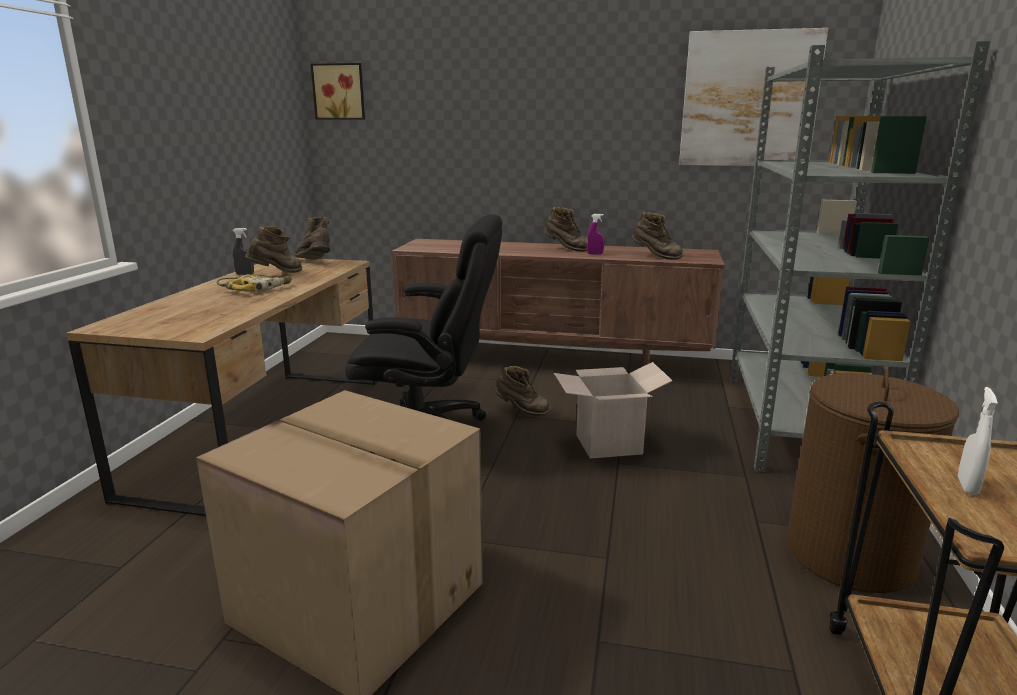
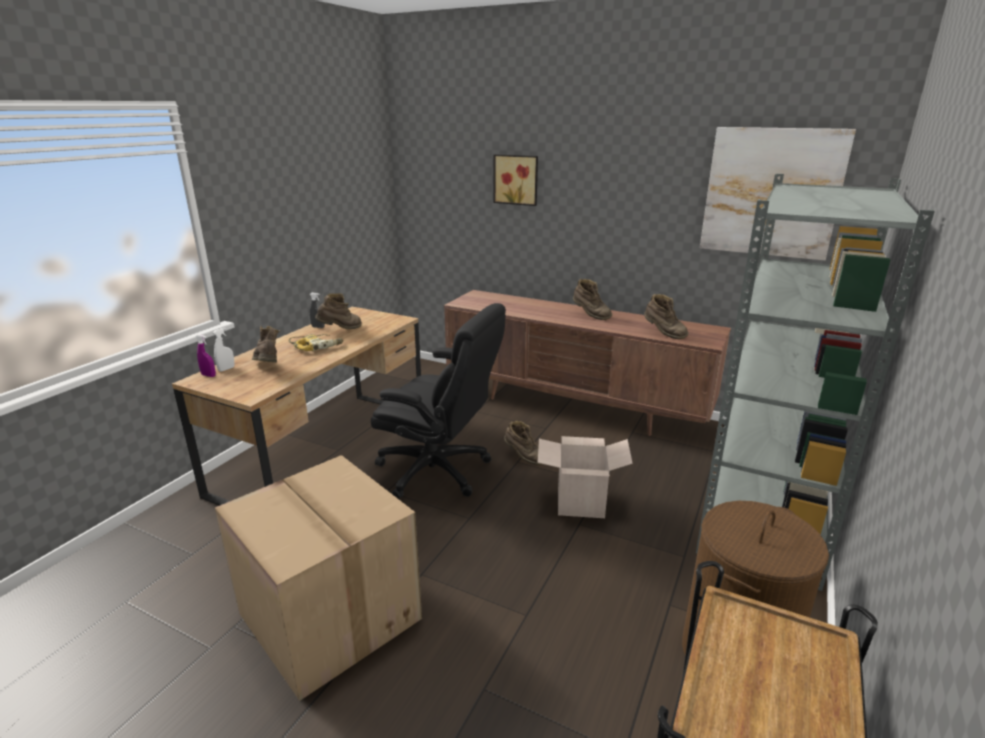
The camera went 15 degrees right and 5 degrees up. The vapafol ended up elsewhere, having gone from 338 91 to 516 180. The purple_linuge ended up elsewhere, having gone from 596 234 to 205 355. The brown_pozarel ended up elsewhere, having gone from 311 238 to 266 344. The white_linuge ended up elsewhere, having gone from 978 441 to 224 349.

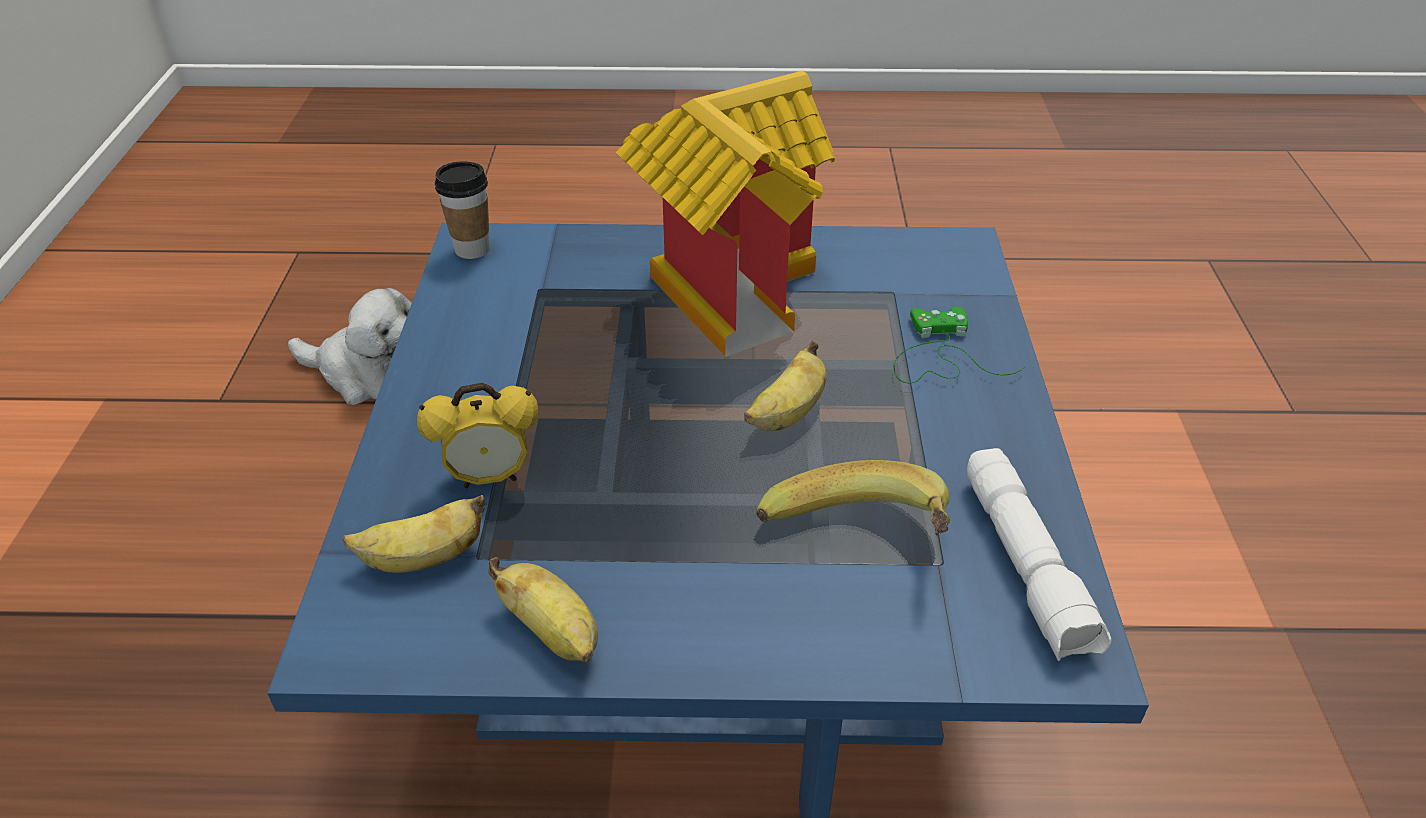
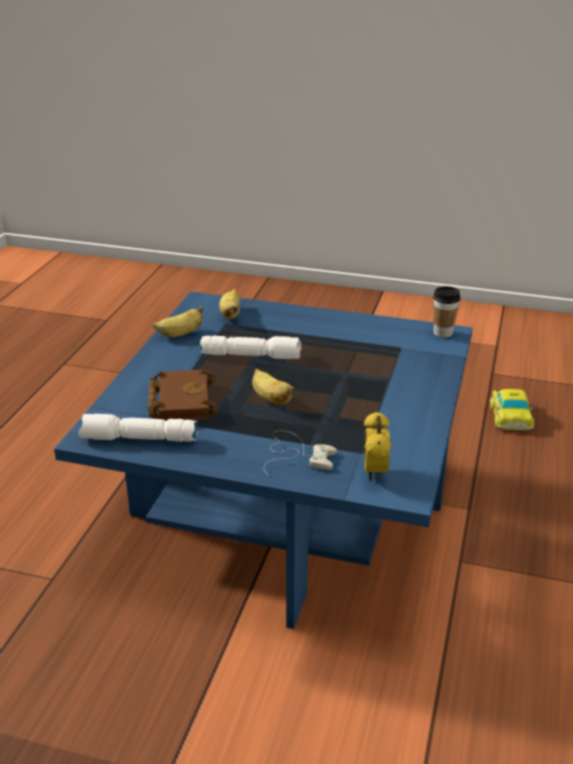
The camera went 105 degrees right and 10 degrees down. The second view lost the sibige at 725 214. Where the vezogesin stood at 350 346, the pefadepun came to stand at 512 409. What was the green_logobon at 959 344 turned into the white_logobon at 300 452. The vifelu ended up elsewhere, having gone from 477 435 to 377 446. Where the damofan stood at 853 498, the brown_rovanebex came to stand at 183 395. The second view gained the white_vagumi at 250 347.

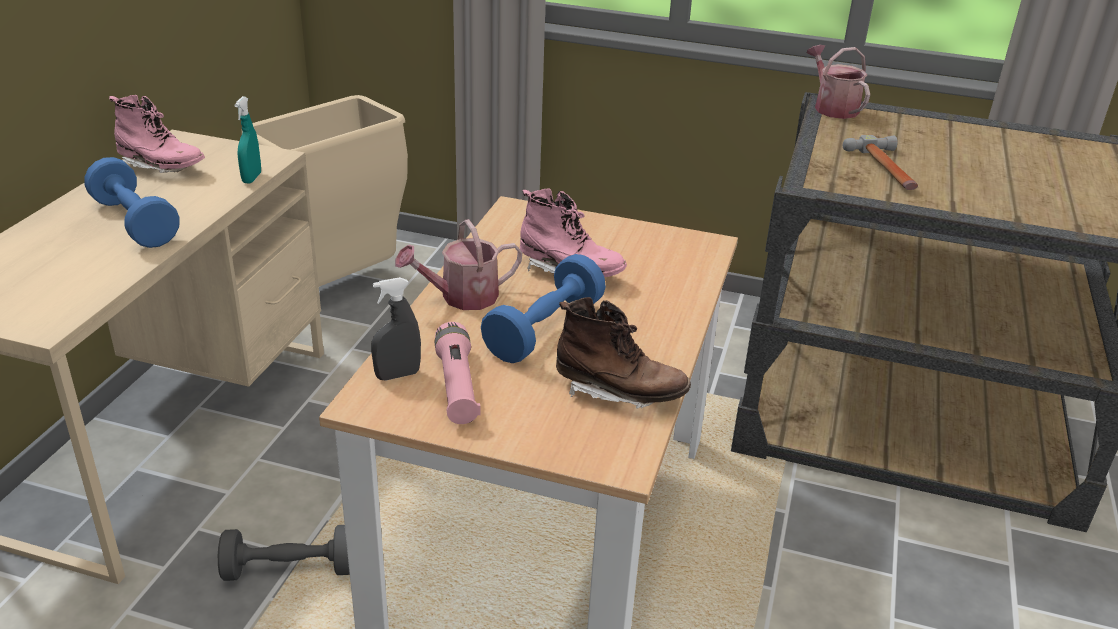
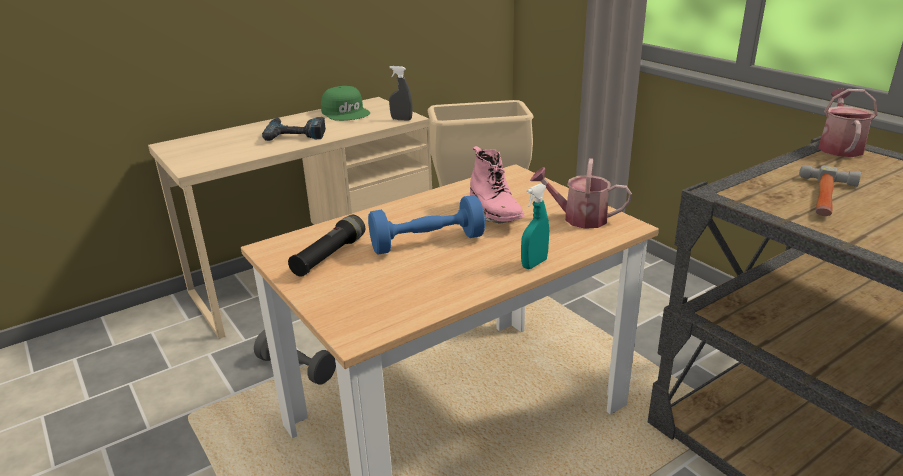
The camera went 40 degrees right and 5 degrees down. Where the pink_pozarel stood at 157 134, the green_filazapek came to stand at 345 103. The turquoise_linuge ended up elsewhere, having gone from 248 140 to 535 226. Where the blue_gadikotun stood at 132 202, the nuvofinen came to stand at 294 129. The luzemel ended up elsewhere, having gone from 458 264 to 581 193. The grey_linuge ended up elsewhere, having gone from 396 329 to 401 93. The second view lost the brown_pozarel at 623 353. What was the pink_vagumi at 457 373 turned into the black_vagumi at 326 246.

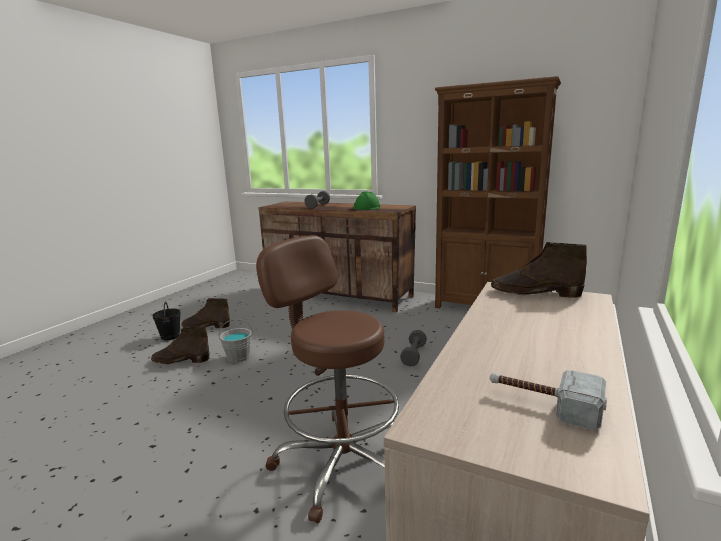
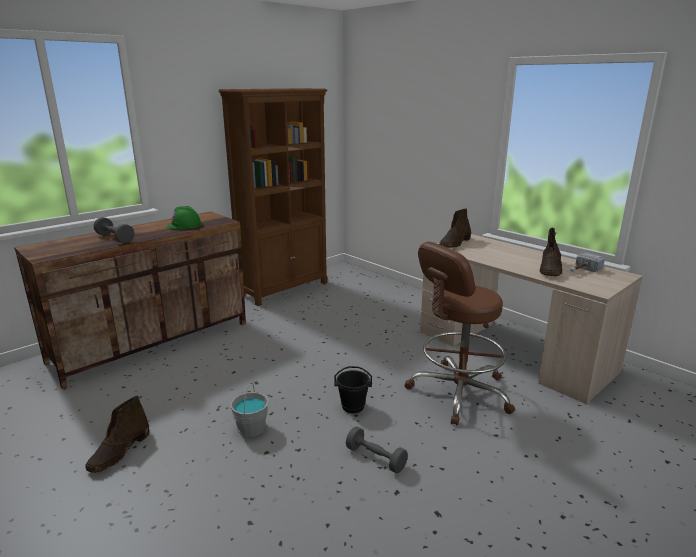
The camera went 70 degrees left and 5 degrees up. The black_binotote ended up elsewhere, having gone from 166 321 to 353 389. The brown_pozarel ended up elsewhere, having gone from 180 345 to 551 252. The grey_gadikotun ended up elsewhere, having gone from 413 348 to 377 449.

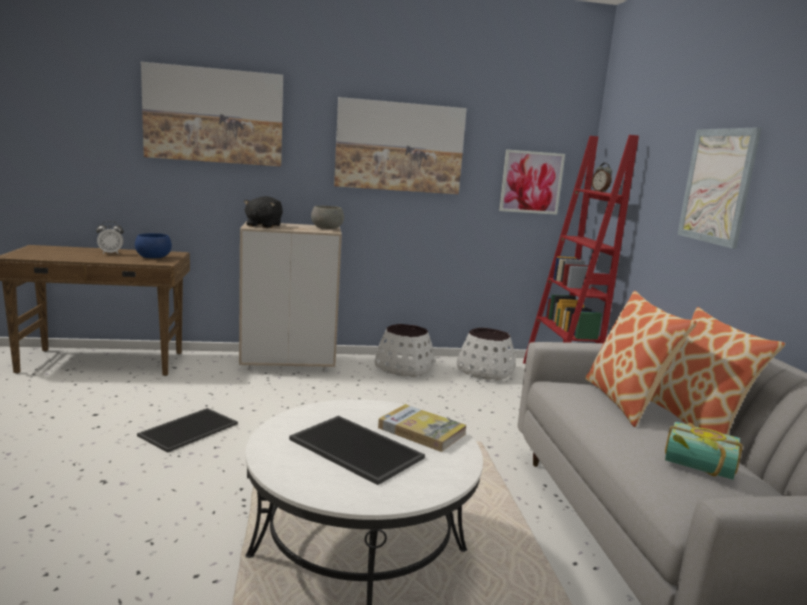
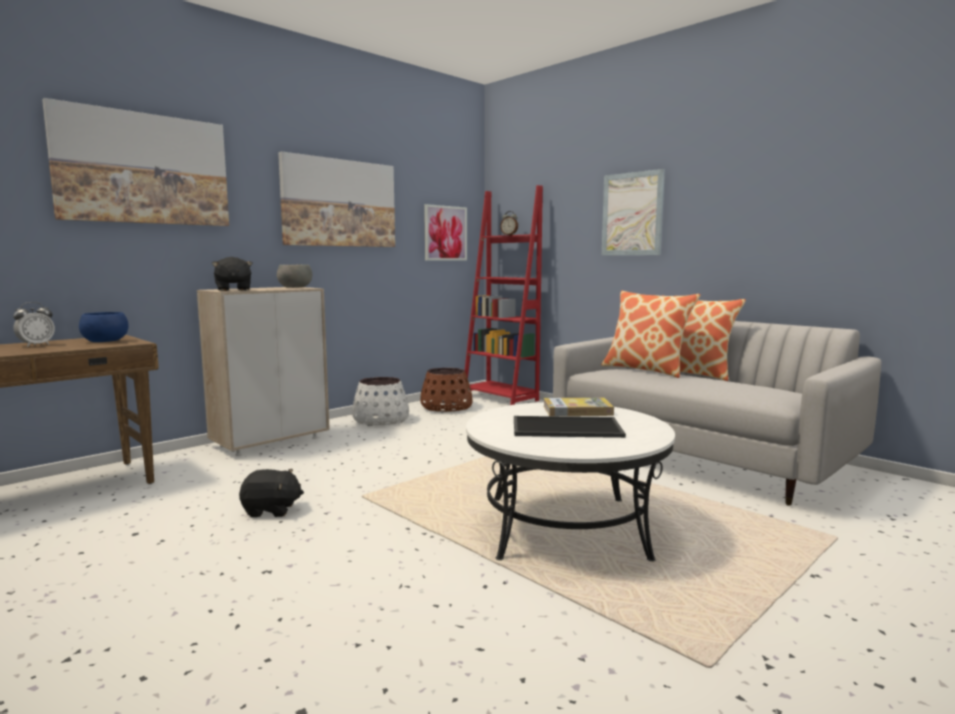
The camera went 35 degrees left and 5 degrees down. What was the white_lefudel at 486 354 turned into the brown_lefudel at 446 390. Where the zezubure stood at 187 430, the black_vezogesin came to stand at 271 493. The second view lost the rovanebex at 704 450.

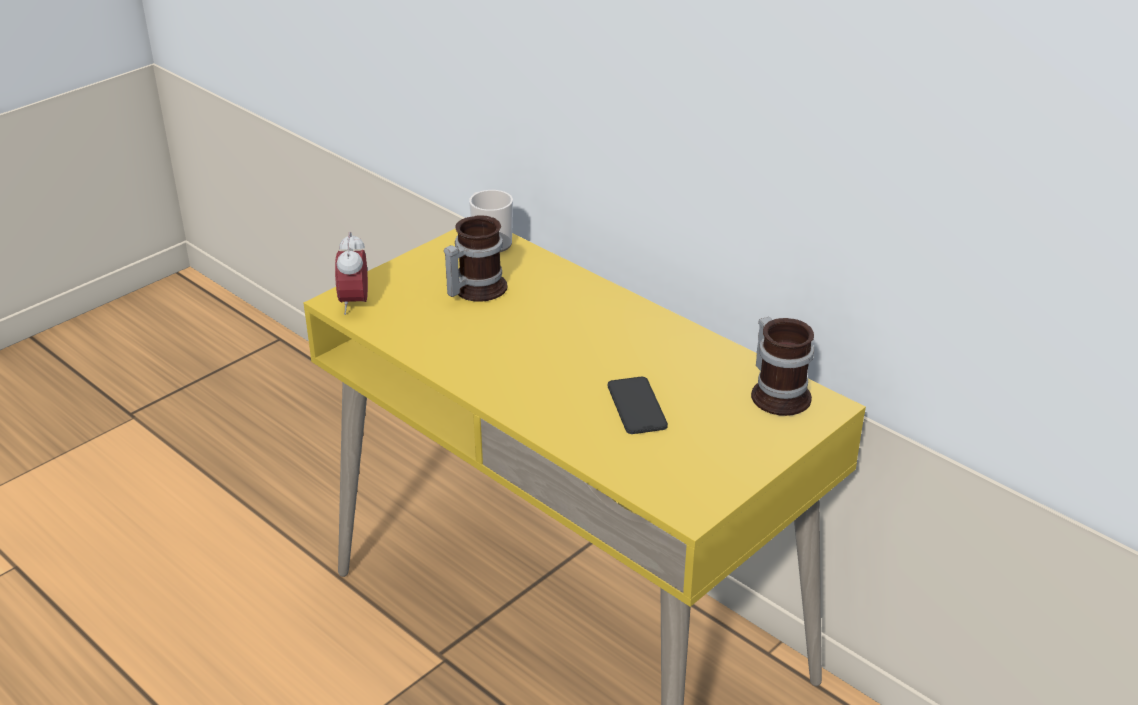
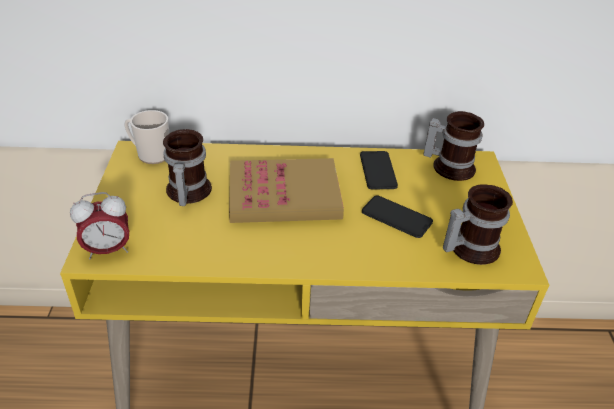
The camera went 45 degrees left and 5 degrees up. The vifelu at 351 273 ended up facing another way, 60 degrees counterclockwise from before. The second view gained the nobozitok at 379 170. The second view gained the rovanebex at 286 190. The second view gained the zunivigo at 478 224.

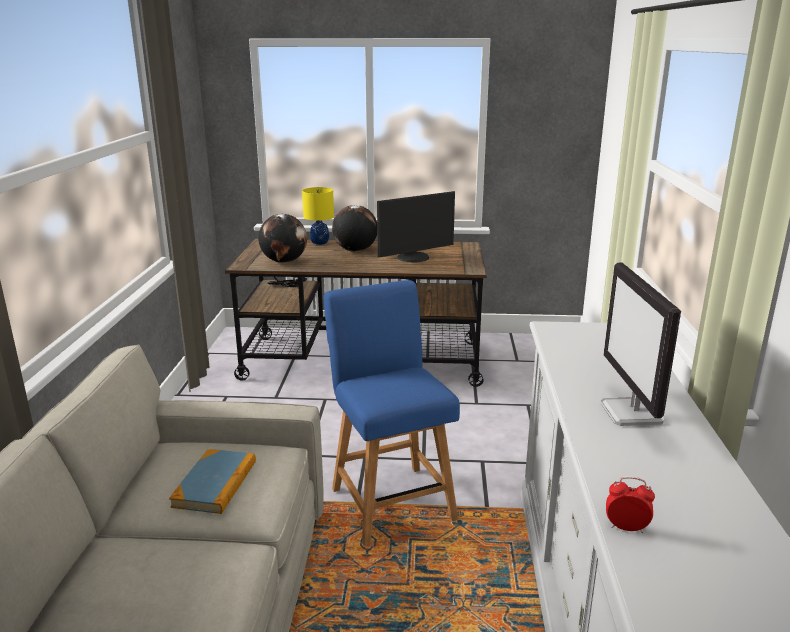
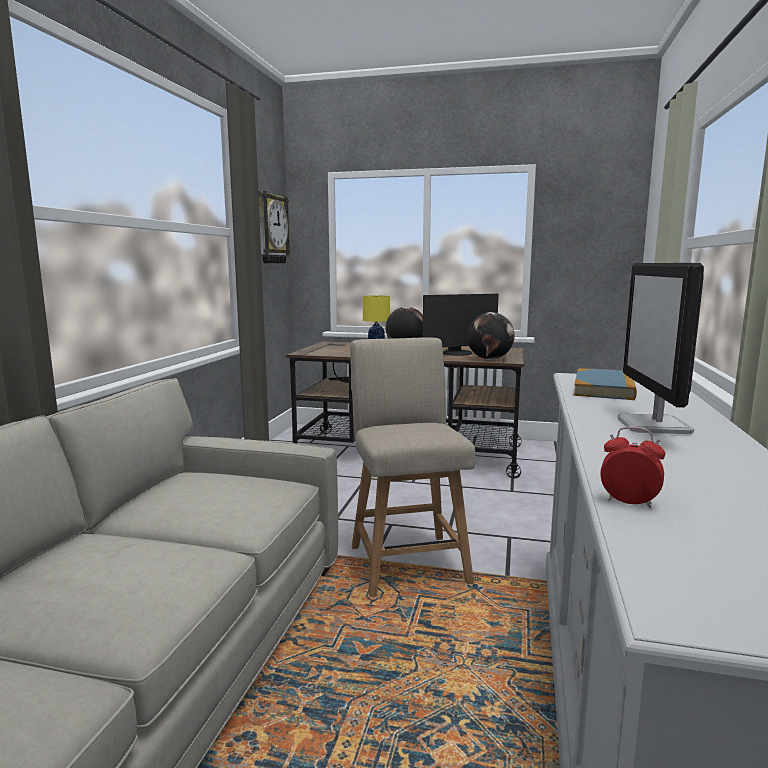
The camera went 10 degrees right and 10 degrees down. The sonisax ended up elsewhere, having gone from 282 238 to 491 336. What was the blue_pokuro at 392 413 turned into the beige_pokuro at 413 467. The rovanebex ended up elsewhere, having gone from 212 481 to 605 384. The second view gained the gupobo at 274 227.

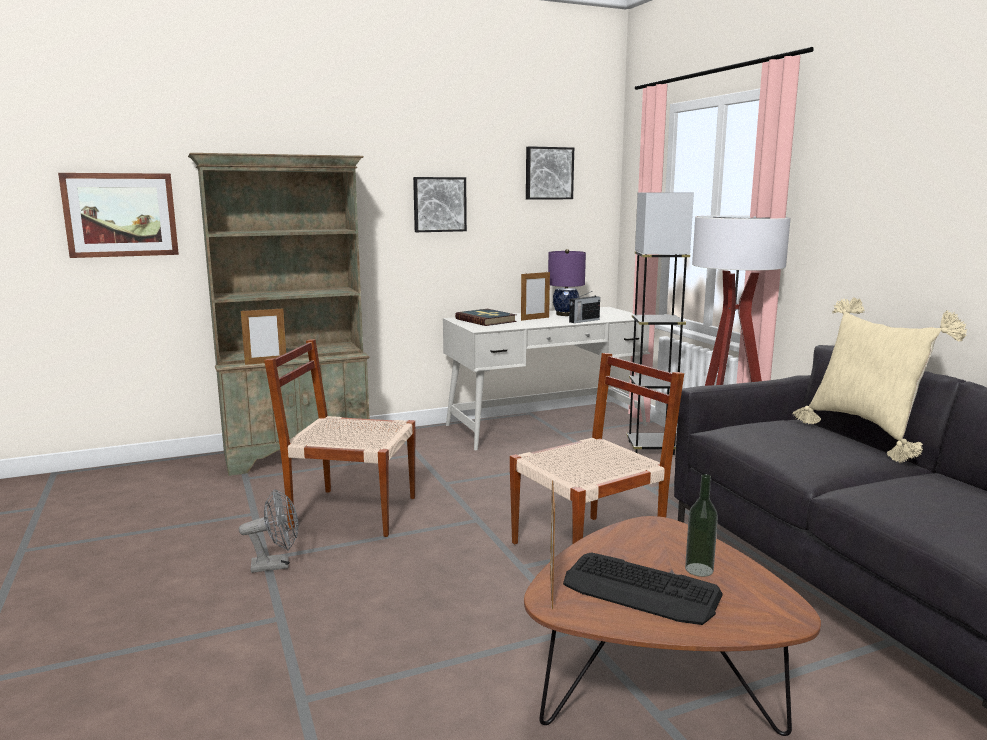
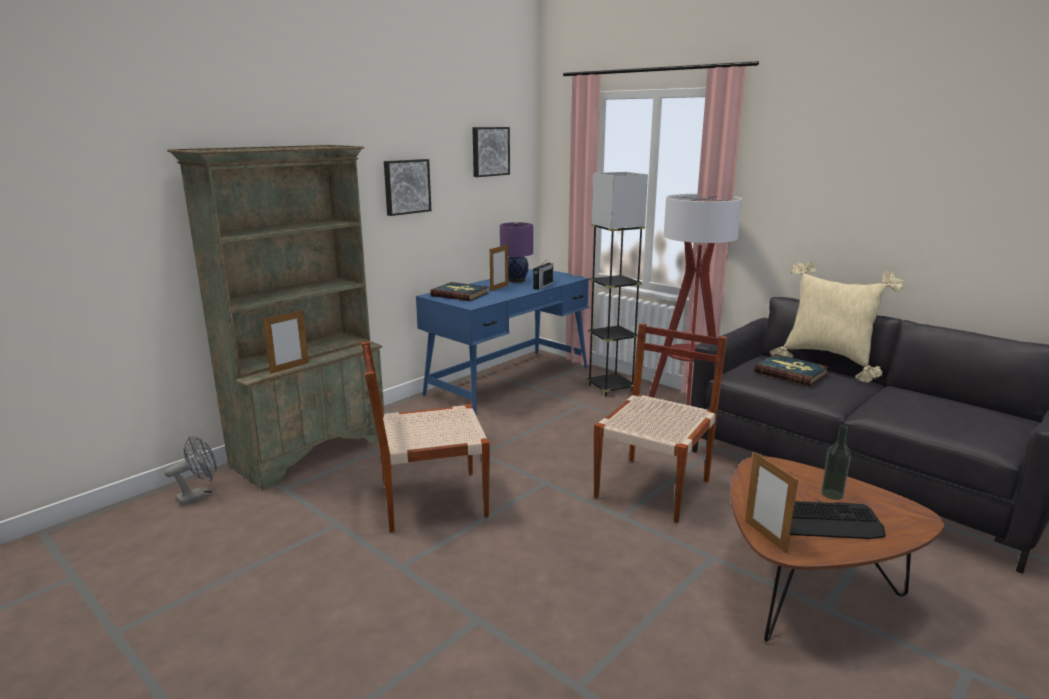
The camera went 25 degrees left and 5 degrees up. The second view lost the vapafol at 118 215. What was the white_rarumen at 547 378 turned into the blue_rarumen at 503 341. The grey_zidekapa ended up elsewhere, having gone from 268 531 to 191 470. The second view gained the rovanebex at 791 370.

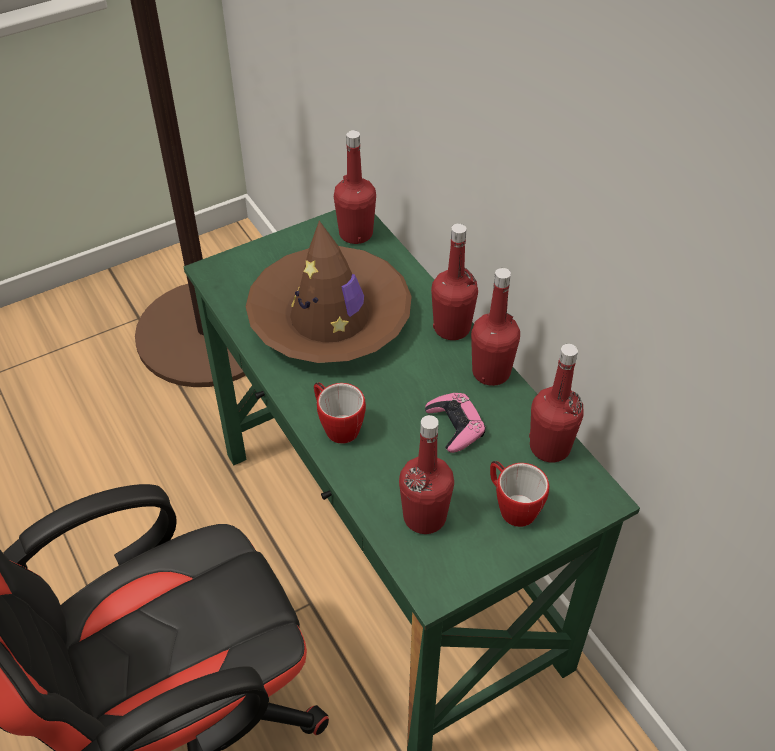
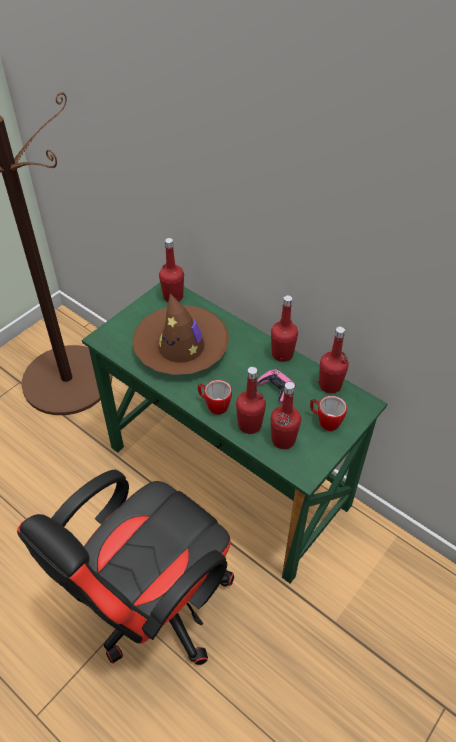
The camera went 20 degrees left and 0 degrees up. The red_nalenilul ended up elsewhere, having gone from 454 281 to 251 400.

